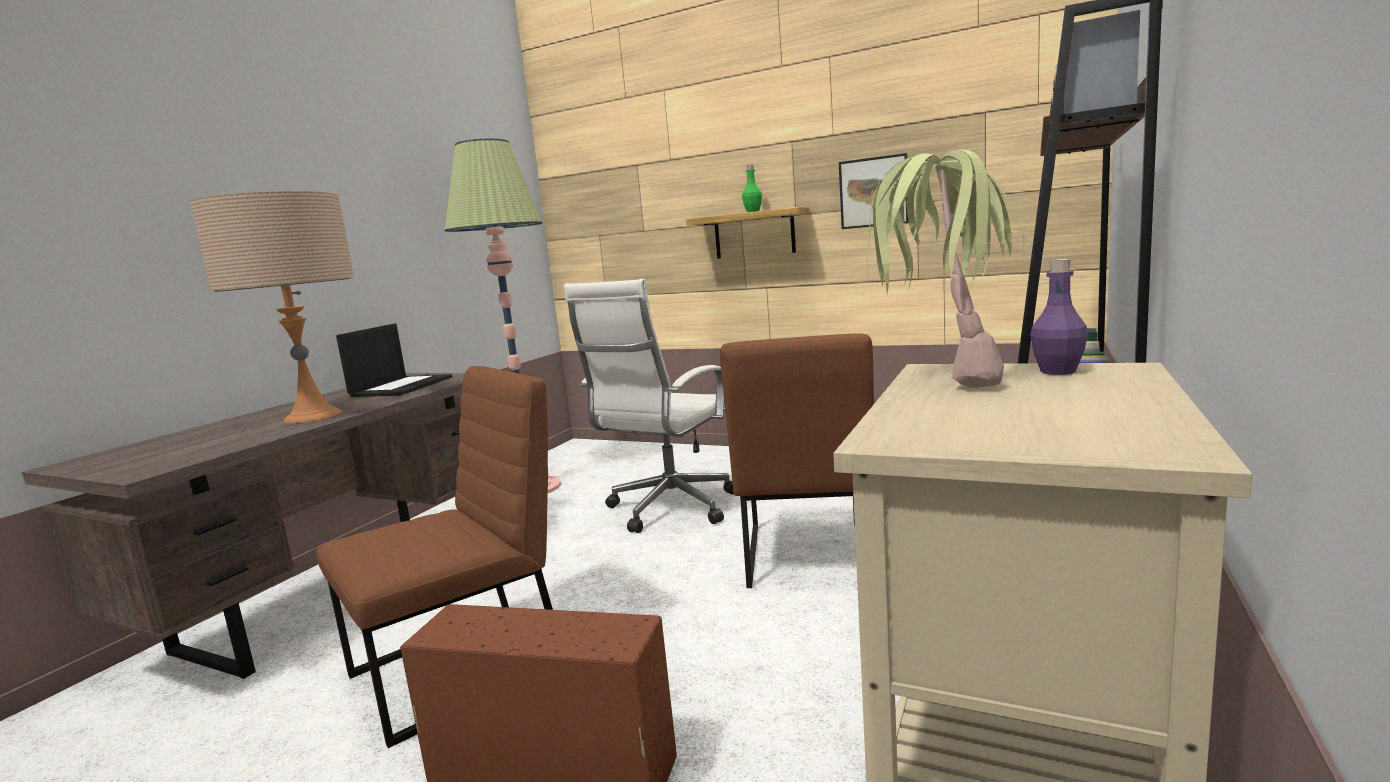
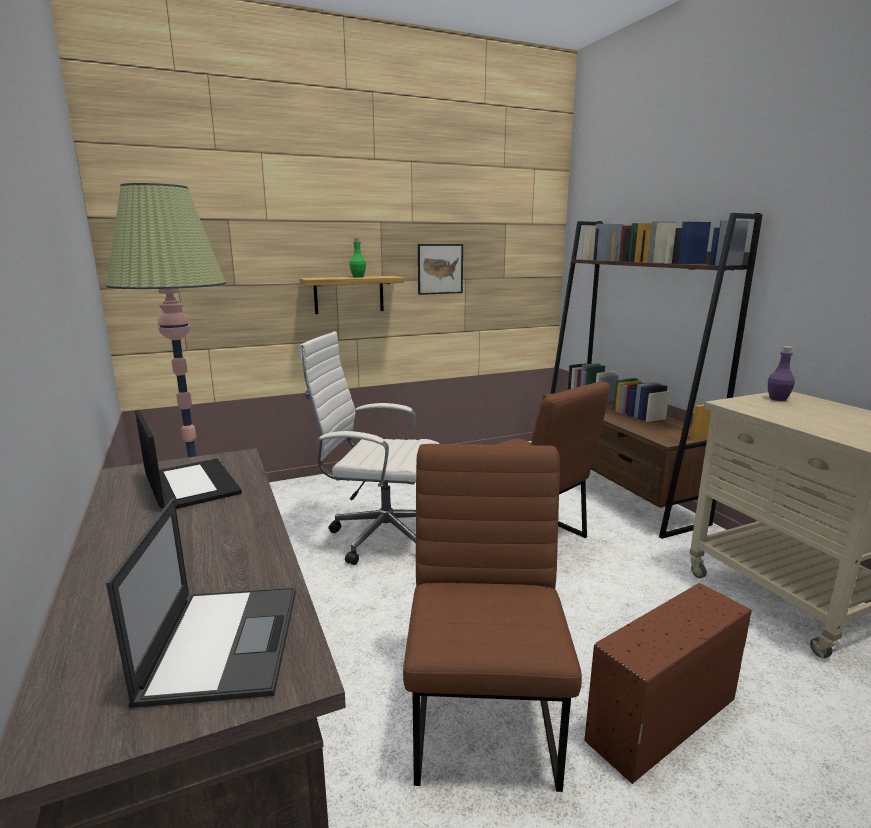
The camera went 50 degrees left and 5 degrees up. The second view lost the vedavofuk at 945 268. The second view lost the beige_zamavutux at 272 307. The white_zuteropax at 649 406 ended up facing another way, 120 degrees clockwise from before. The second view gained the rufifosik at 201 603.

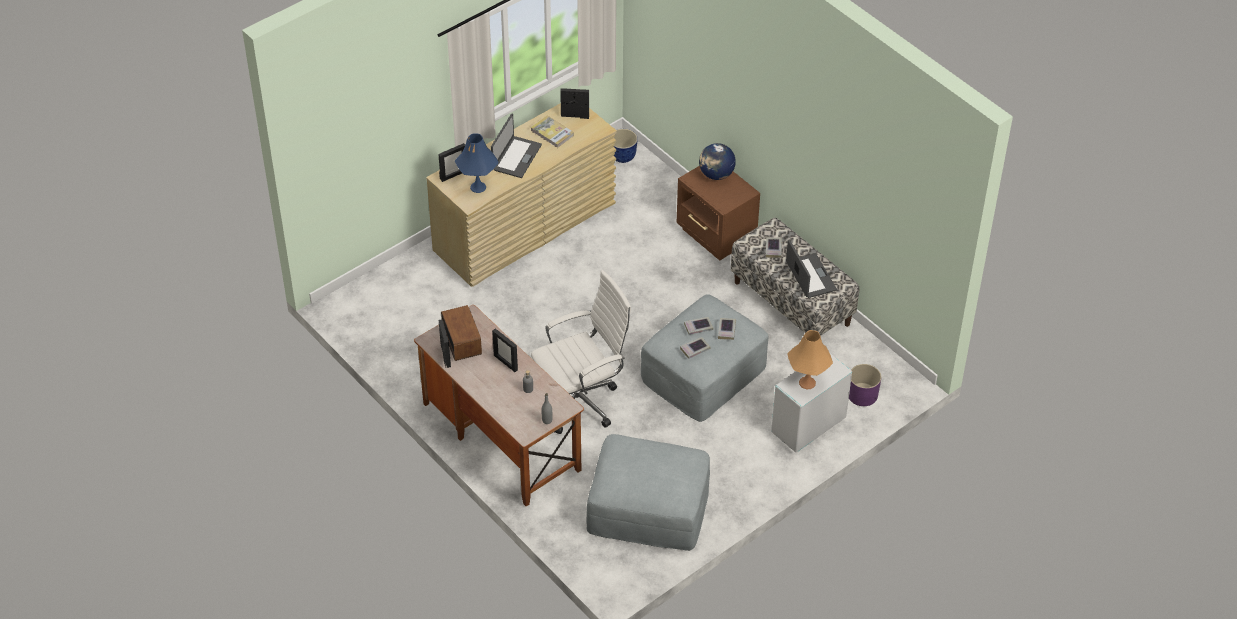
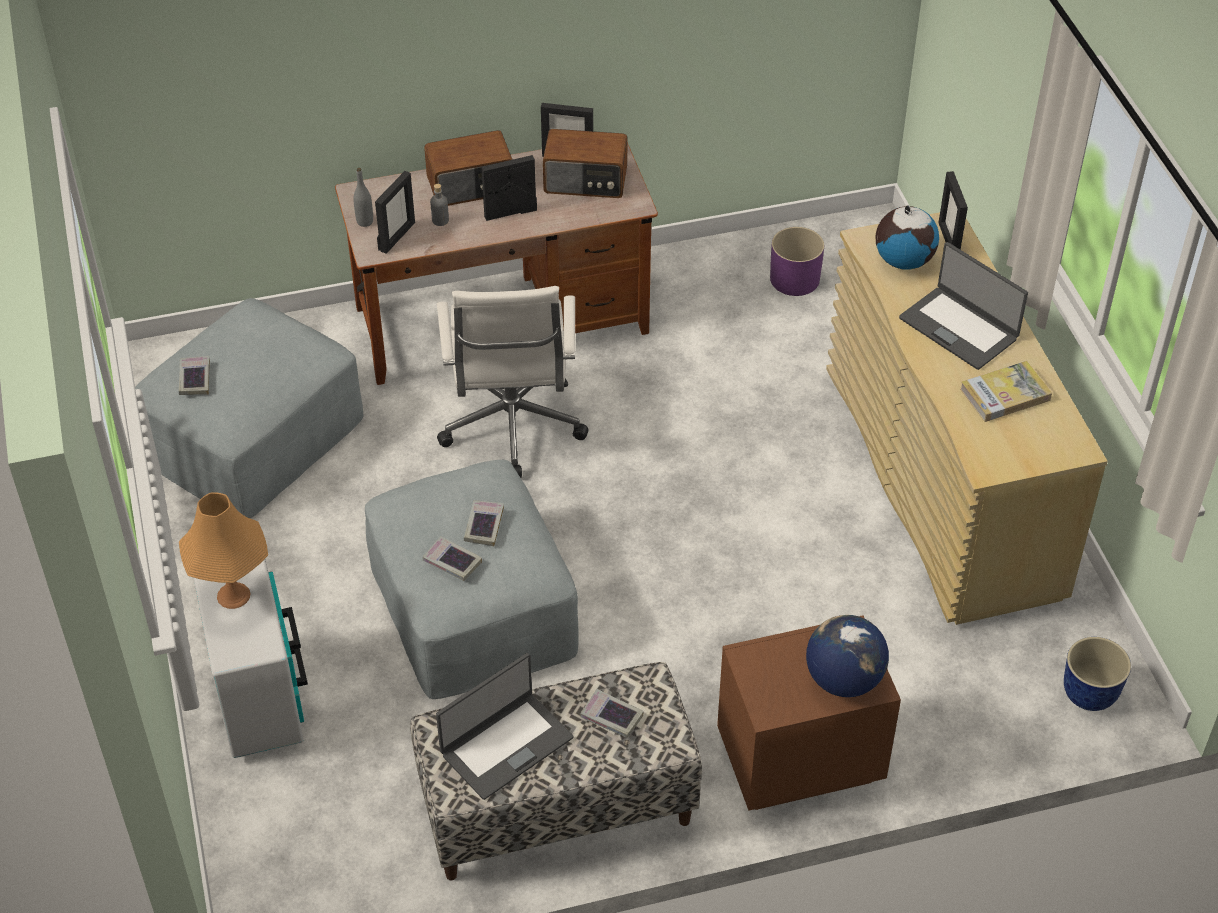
The camera went 115 degrees right and 0 degrees up. The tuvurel ended up elsewhere, having gone from 574 103 to 395 212. Where the blue_zamavutux stood at 477 163, the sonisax came to stand at 907 237. The rufifosik at 811 268 ended up facing another way, 45 degrees counterclockwise from before. The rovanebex ended up elsewhere, having gone from 695 347 to 194 375. The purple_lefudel ended up elsewhere, having gone from 865 385 to 797 261. The second view gained the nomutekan at 468 168.

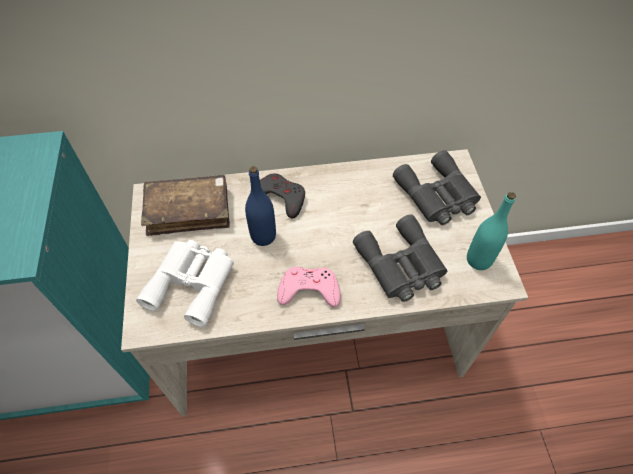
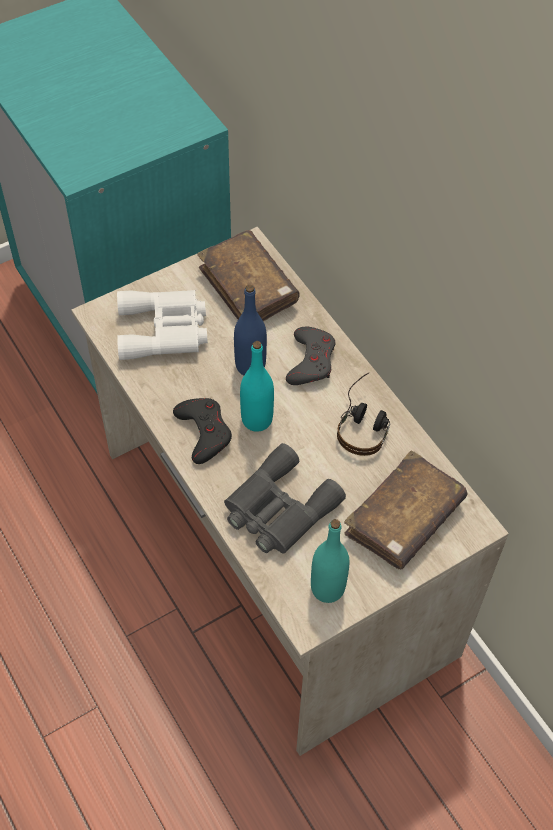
The camera went 65 degrees right and 0 degrees up. Where the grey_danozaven stood at 437 187, the brown_rovanebex came to stand at 405 510. What was the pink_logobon at 309 287 turned into the black_logobon at 202 431. The second view gained the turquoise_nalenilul at 257 386. The second view gained the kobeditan at 363 414.

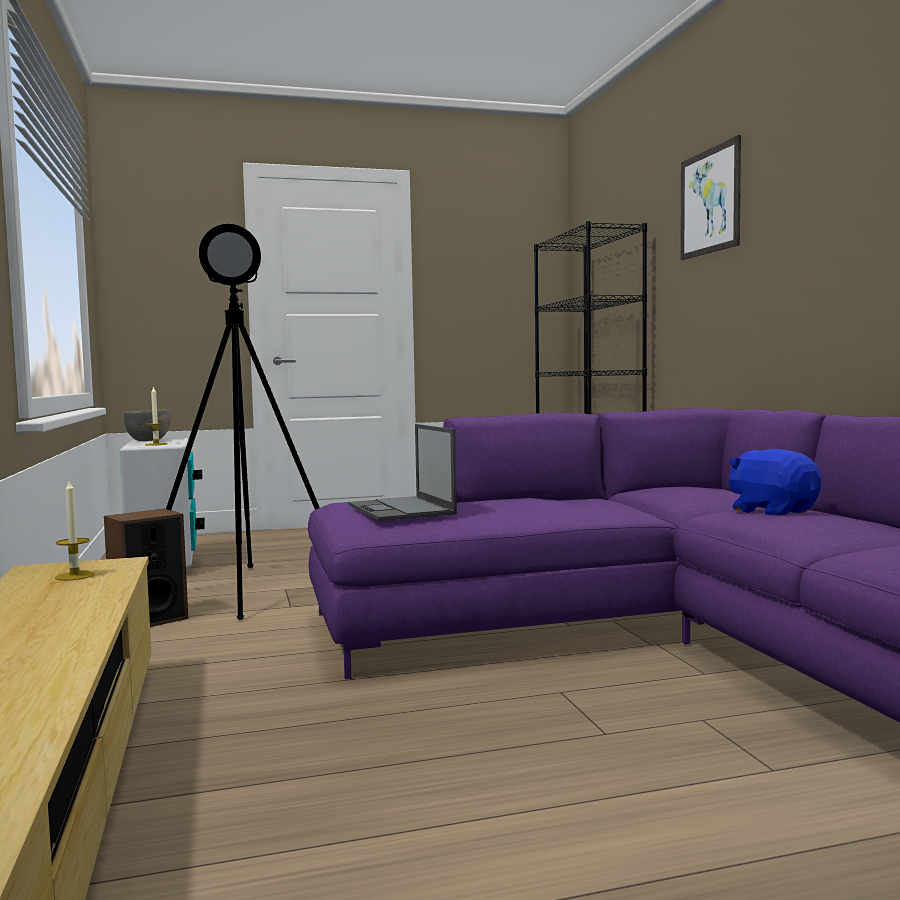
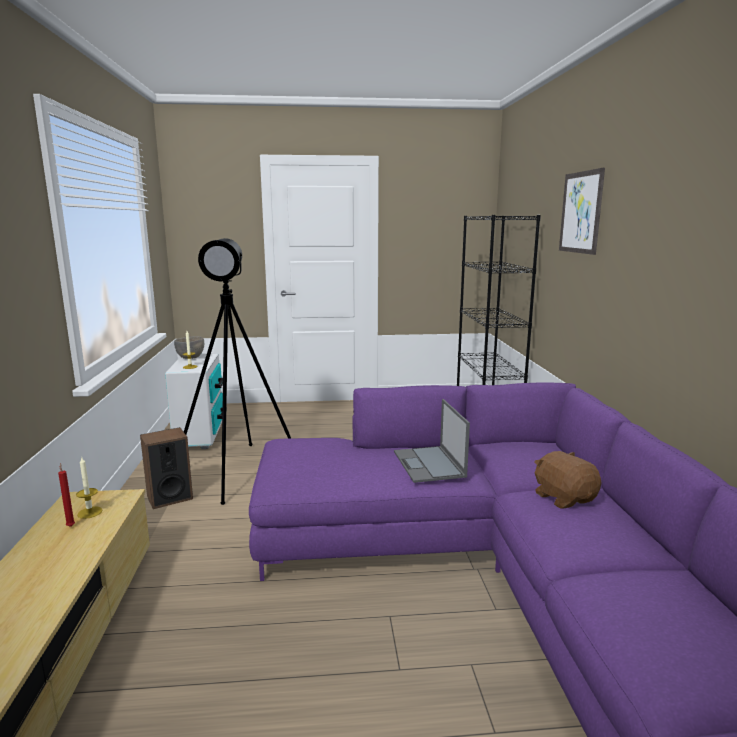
The camera went 10 degrees right and 10 degrees up. The rufifosik ended up elsewhere, having gone from 402 472 to 432 441. What was the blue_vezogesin at 775 482 turned into the brown_vezogesin at 568 479. The second view gained the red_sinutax at 66 495.

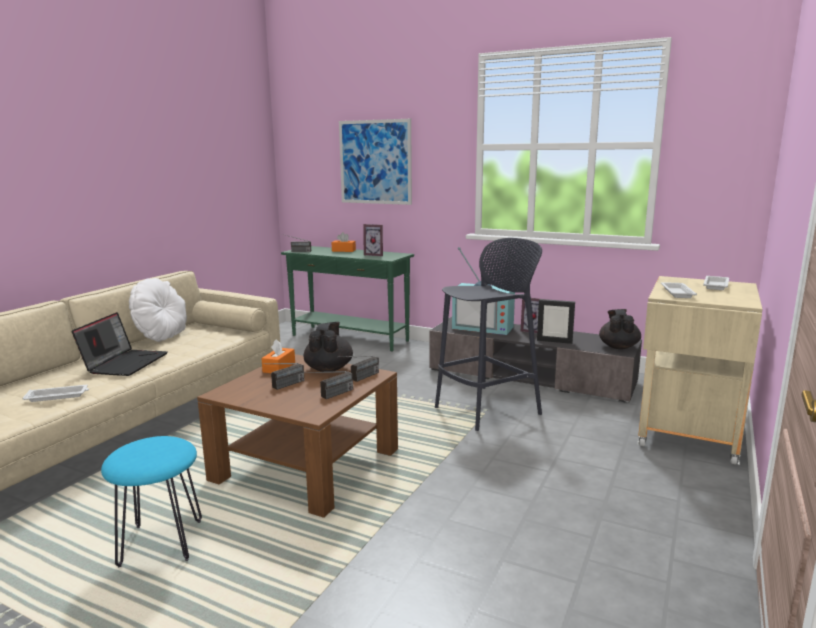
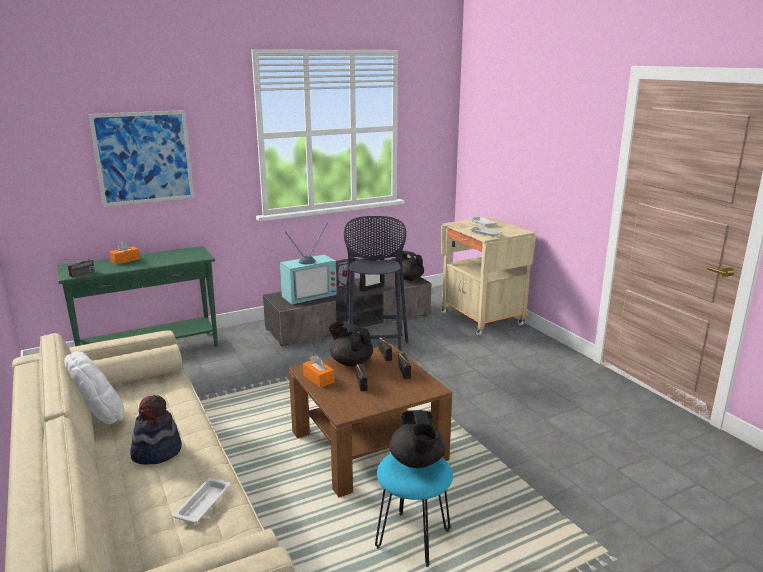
The camera went 55 degrees left and 5 degrees up. The second view lost the tuvurel at 373 240. Where the rufifosik stood at 120 344, the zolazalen came to stand at 156 430. The second view gained the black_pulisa at 417 439.

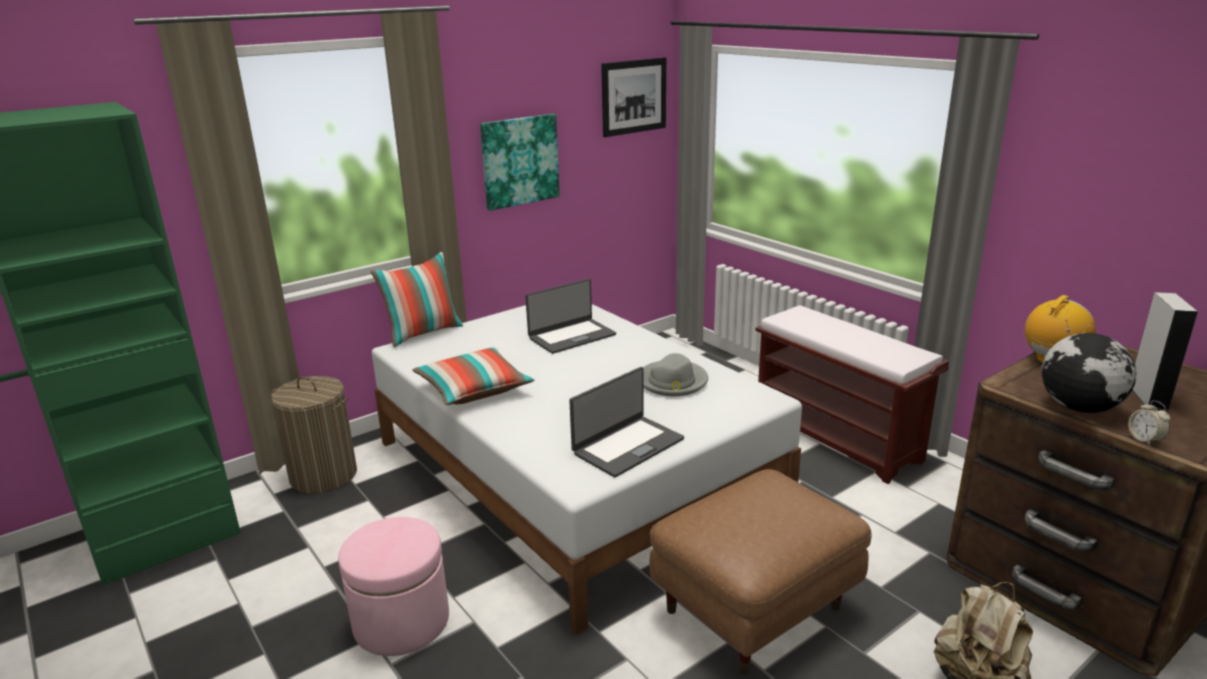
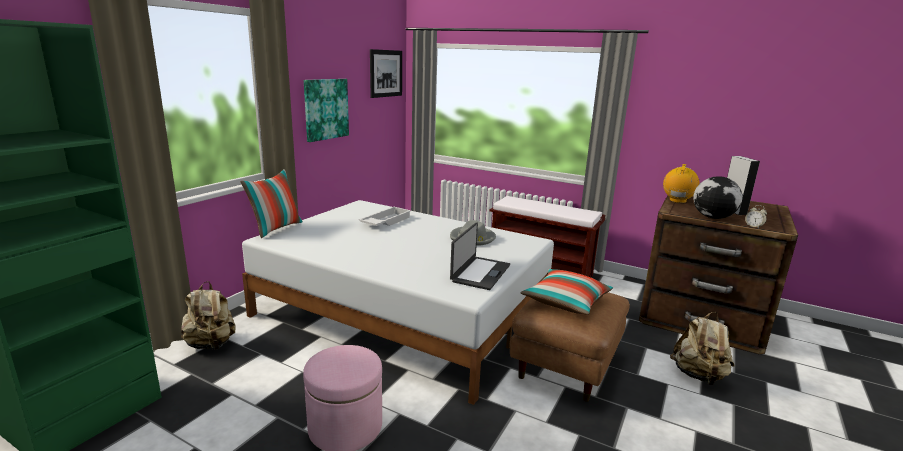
The camera went 25 degrees left and 5 degrees down. Where the rufifosik stood at 570 316, the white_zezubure came to stand at 384 216. The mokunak ended up elsewhere, having gone from 473 376 to 567 292. Where the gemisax stood at 314 435, the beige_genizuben came to stand at 208 315.

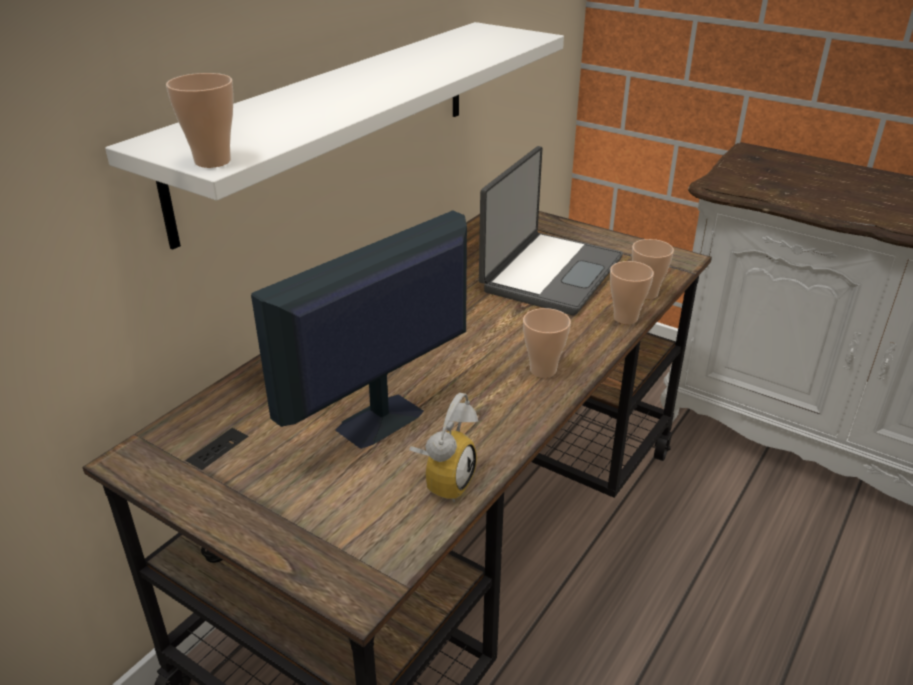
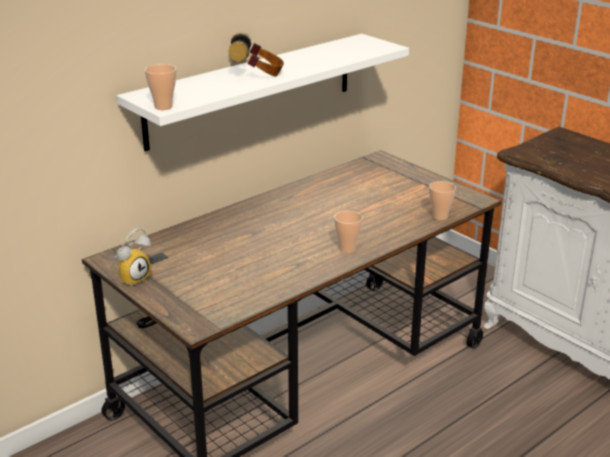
The camera went 15 degrees right and 5 degrees down. The second view lost the rufifosik at 551 230. The second view lost the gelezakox at 359 330. The second view lost the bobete at 632 292. The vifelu ended up elsewhere, having gone from 443 447 to 133 257. The second view gained the kobeditan at 256 55.

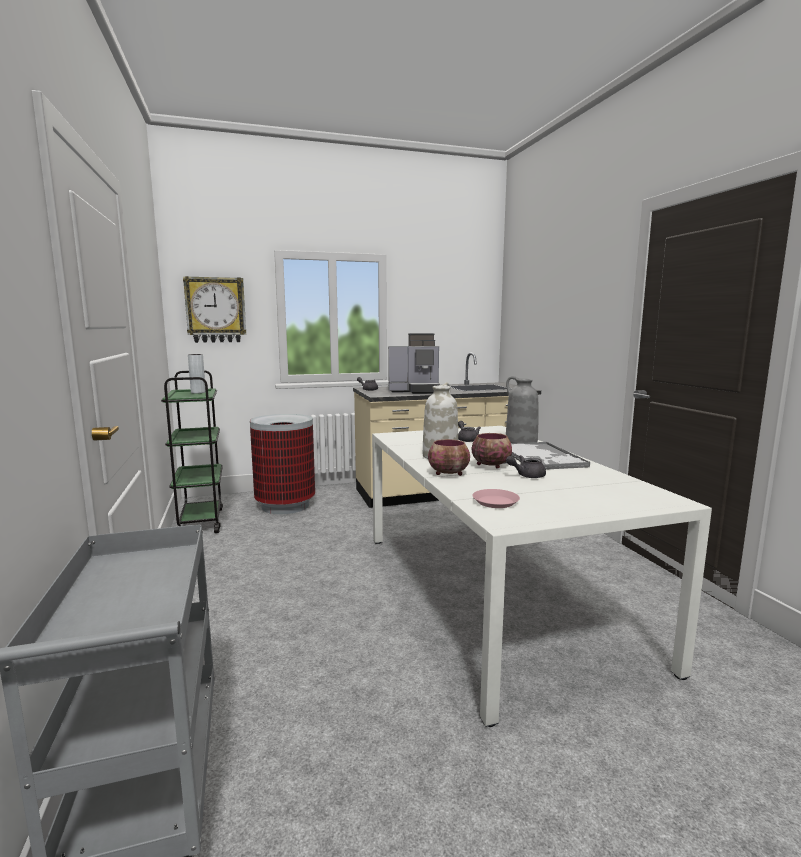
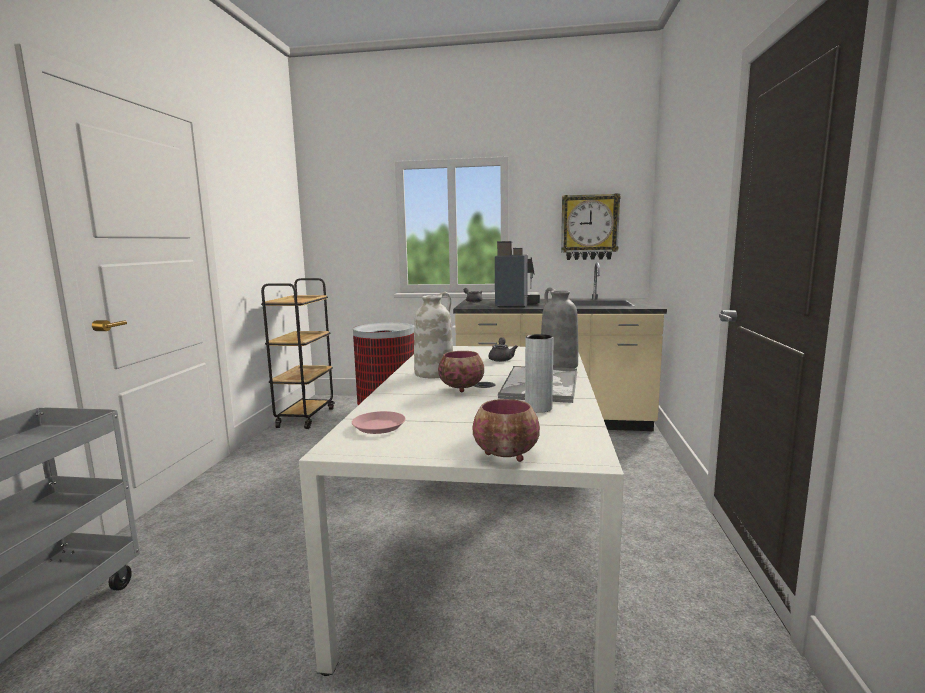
The camera went 25 degrees right and 0 degrees up. The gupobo ended up elsewhere, having gone from 214 309 to 591 226. The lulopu at 414 363 ended up facing another way, 105 degrees counterclockwise from before. The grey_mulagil ended up elsewhere, having gone from 197 373 to 539 373. What was the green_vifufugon at 192 451 turned into the brown_vifufugon at 298 353. The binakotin ended up elsewhere, having gone from 449 457 to 506 430. The second view lost the grey_pulisa at 526 466.

